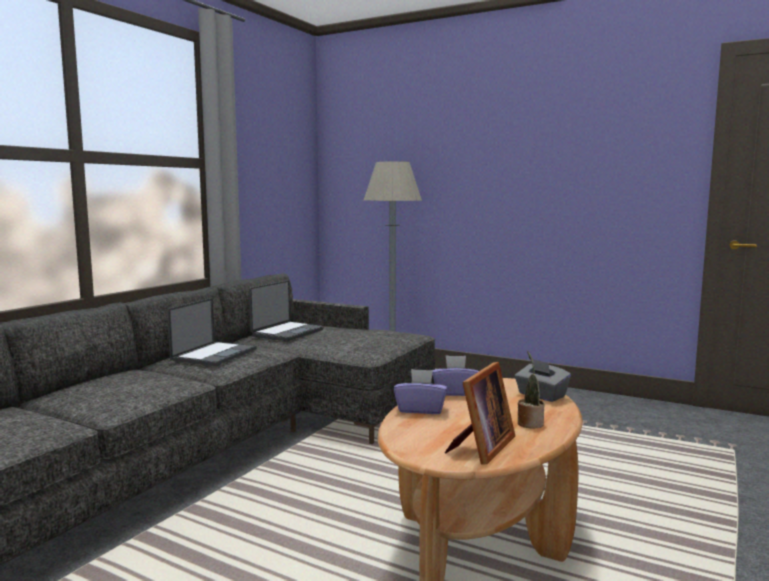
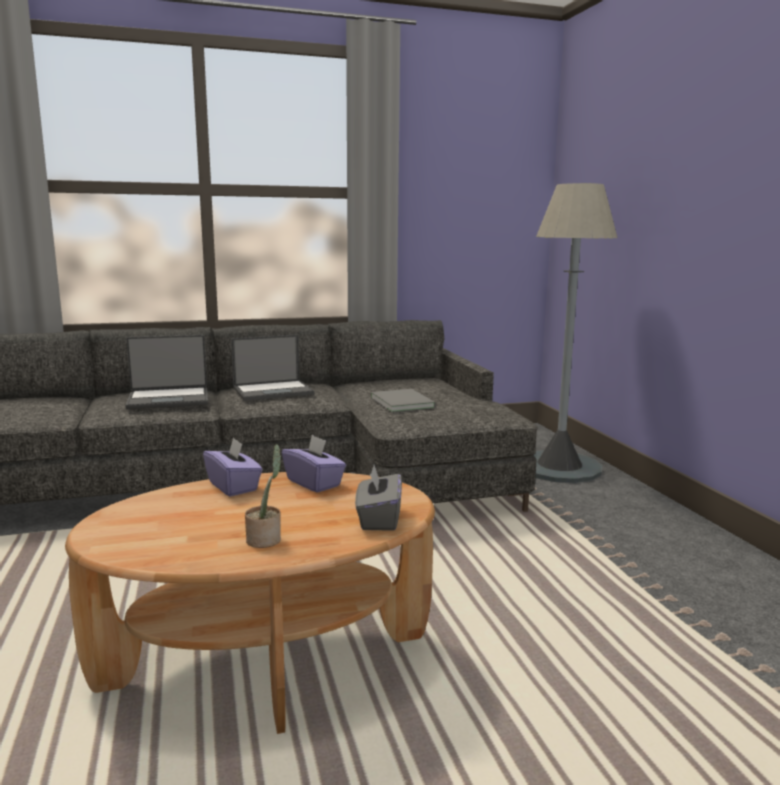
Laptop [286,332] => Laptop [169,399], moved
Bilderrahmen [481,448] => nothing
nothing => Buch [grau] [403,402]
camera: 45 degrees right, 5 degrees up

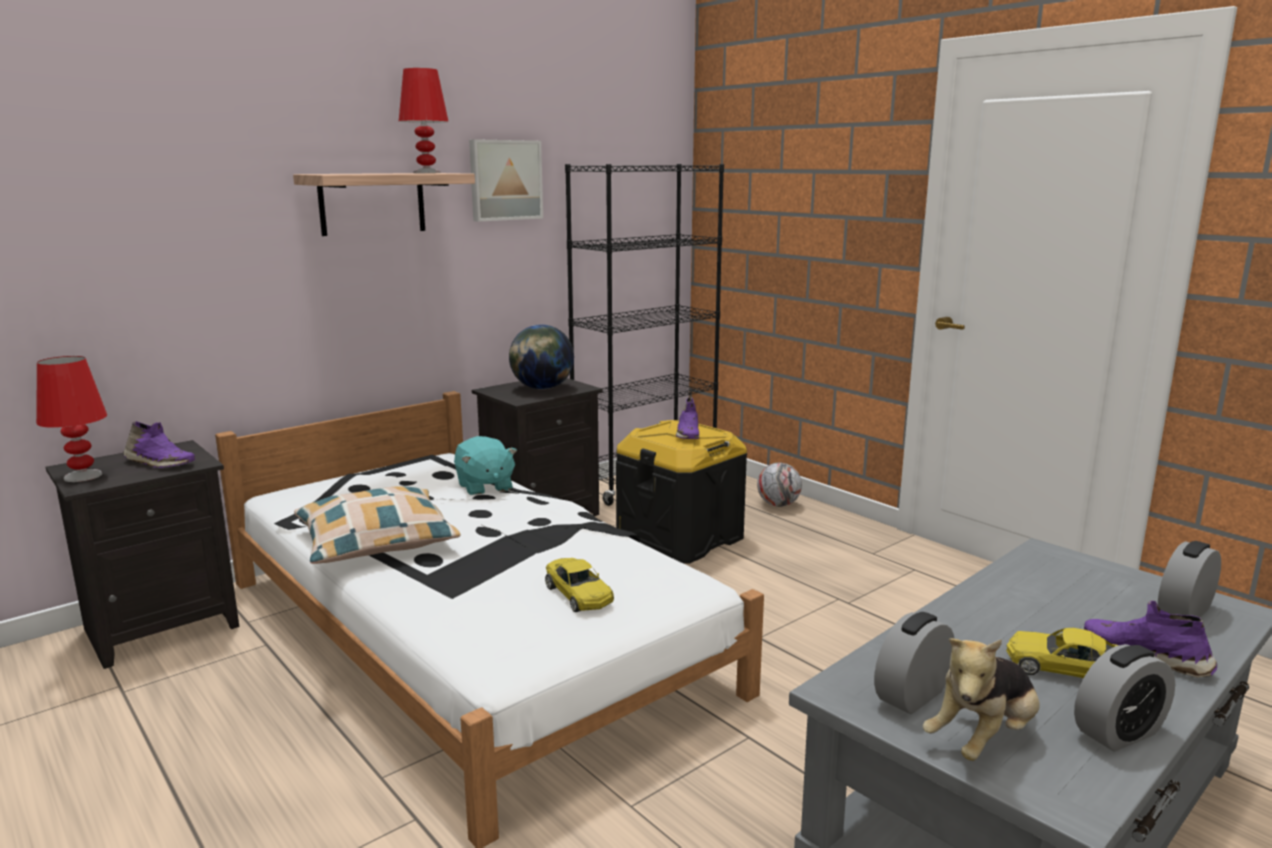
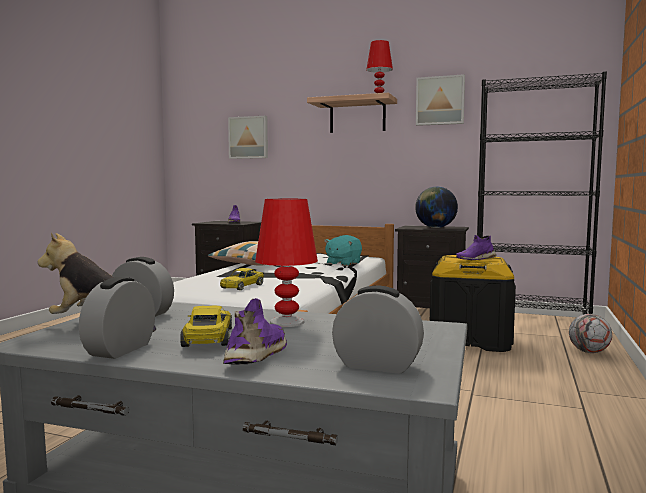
Tischlampe [rot] [82,476] => Tischlampe [rot] [286,322], moved
Wecker [1118,733] => Wecker [120,350], 75 degrees clockwise
nothing => Bild [249,137]
camera: 60 degrees right, 10 degrees down

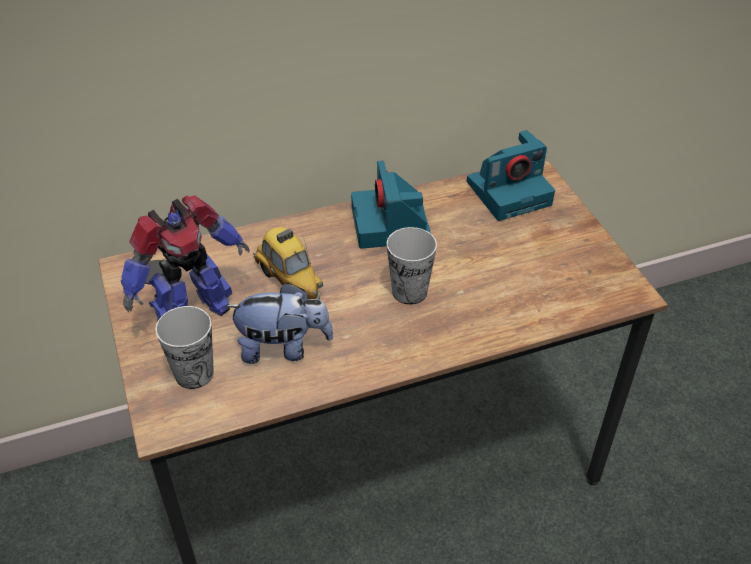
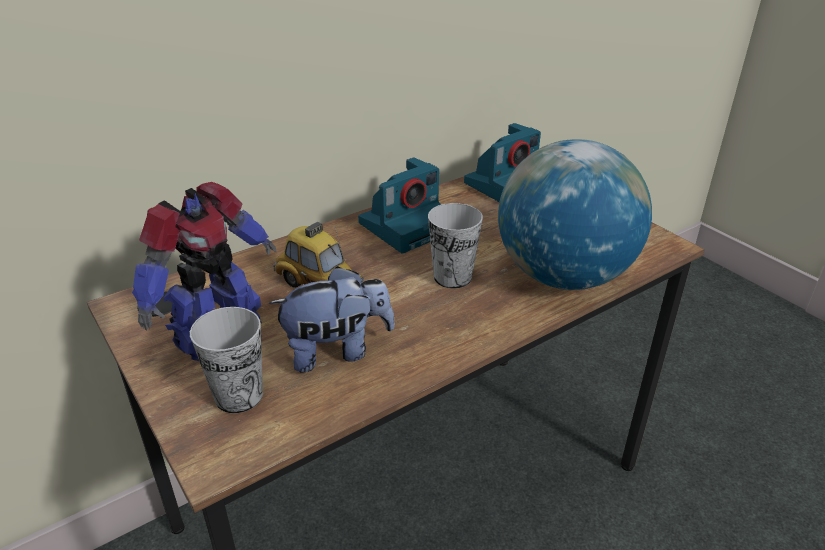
Kamera [391,225] => Kamera [407,226], 105 degrees counterclockwise
nothing => Globus [563,276]
camera: 15 degrees left, 10 degrees down

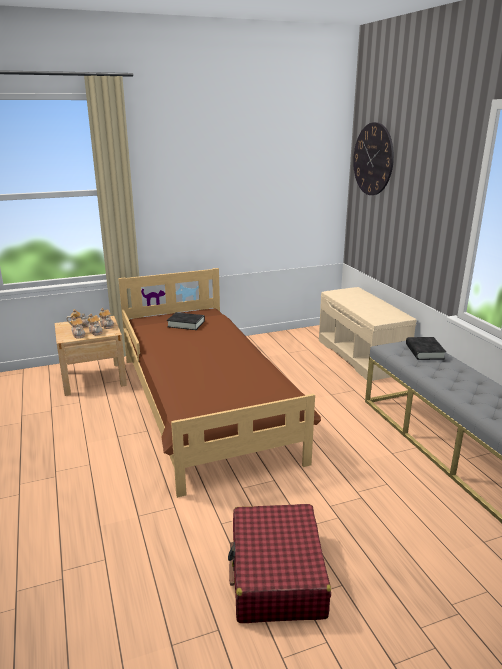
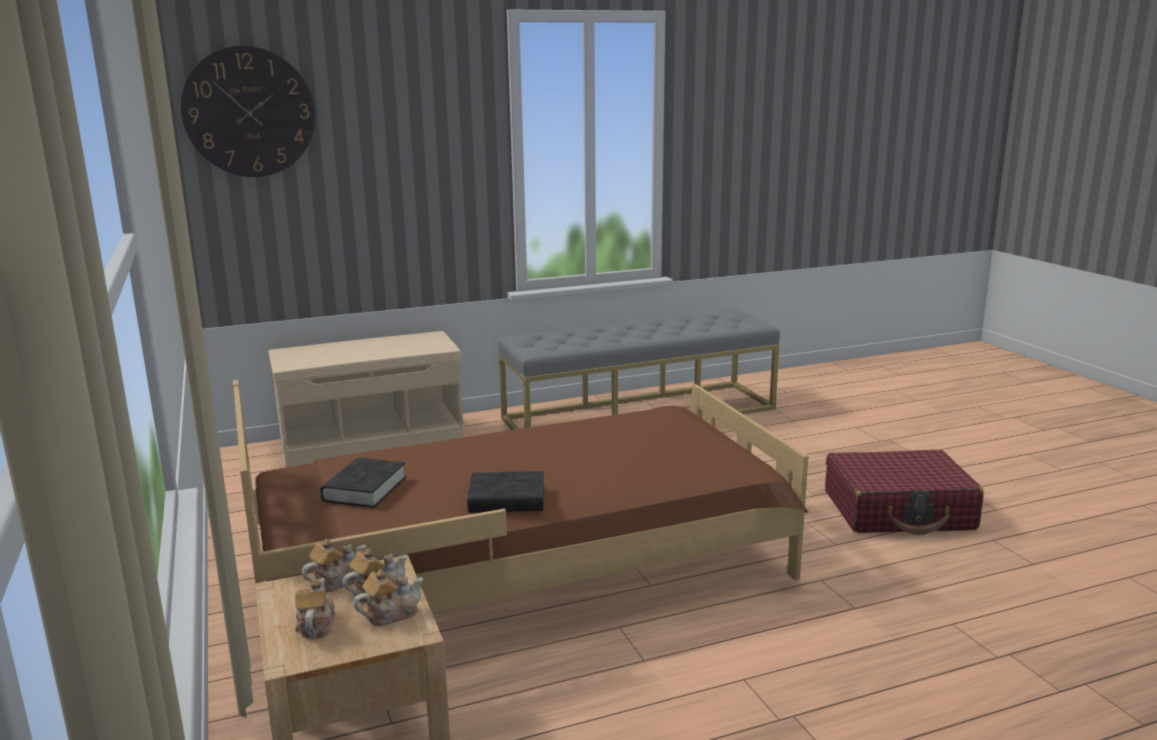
Buch [schwarz] [424,352] => Buch [schwarz] [507,500], moved
camera: 90 degrees left, 5 degrees down

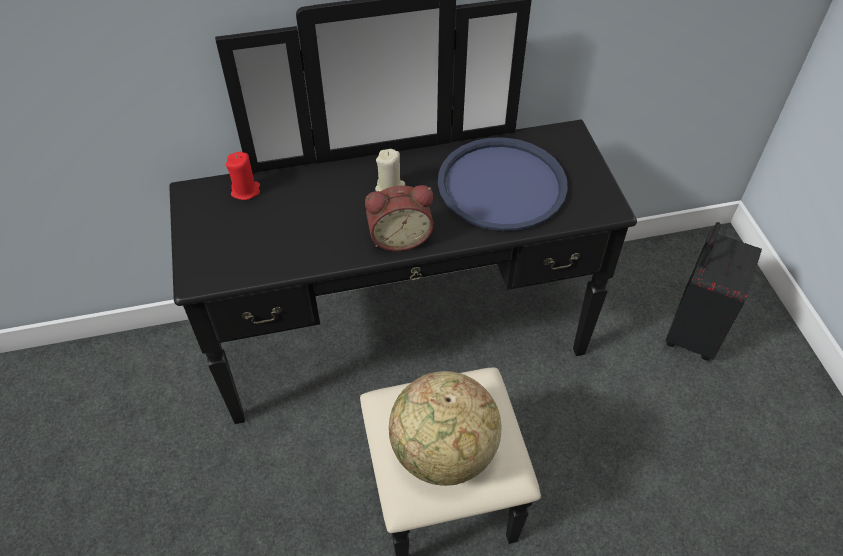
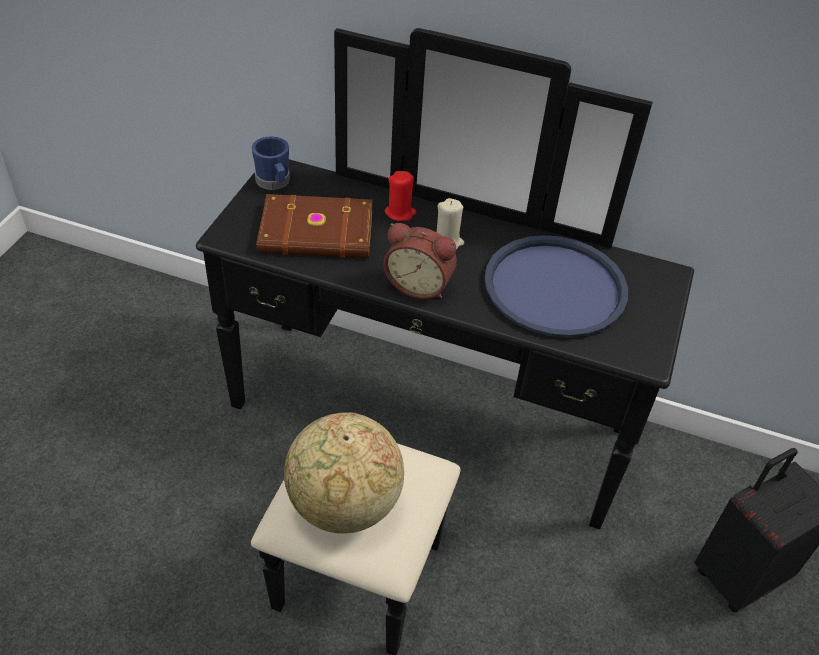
Kerze [rot] [246,191] => Kerze [rot] [400,213], moved
nothing => Henkelbecher [blau] [274,182]
nothing => Buch [braun] [317,233]
camera: 30 degrees right, 5 degrees down

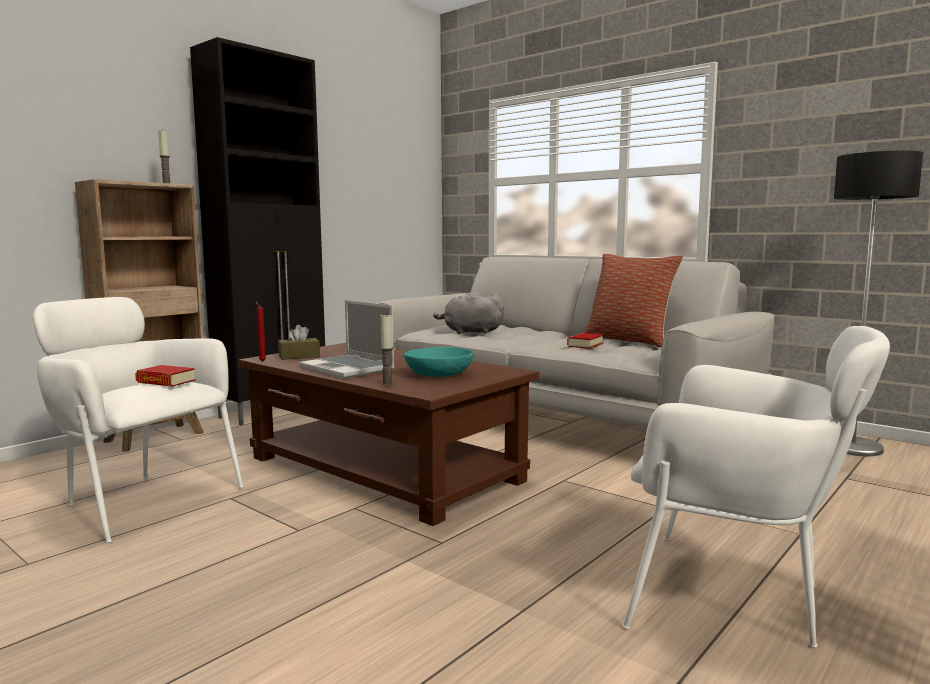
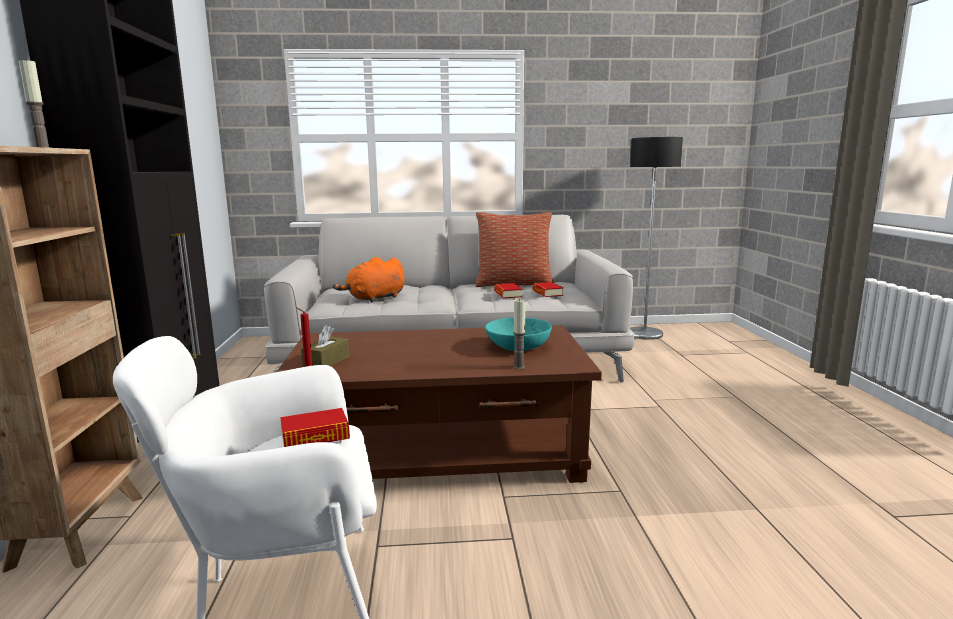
Plüschtier [grau] [470,332] => Plüschtier [orange] [374,298]
Laptop [348,368] => nothing
Sessel [weiß] [736,598] => nothing
nothing => Buch [547,293]
camera: 45 degrees left, 5 degrees up

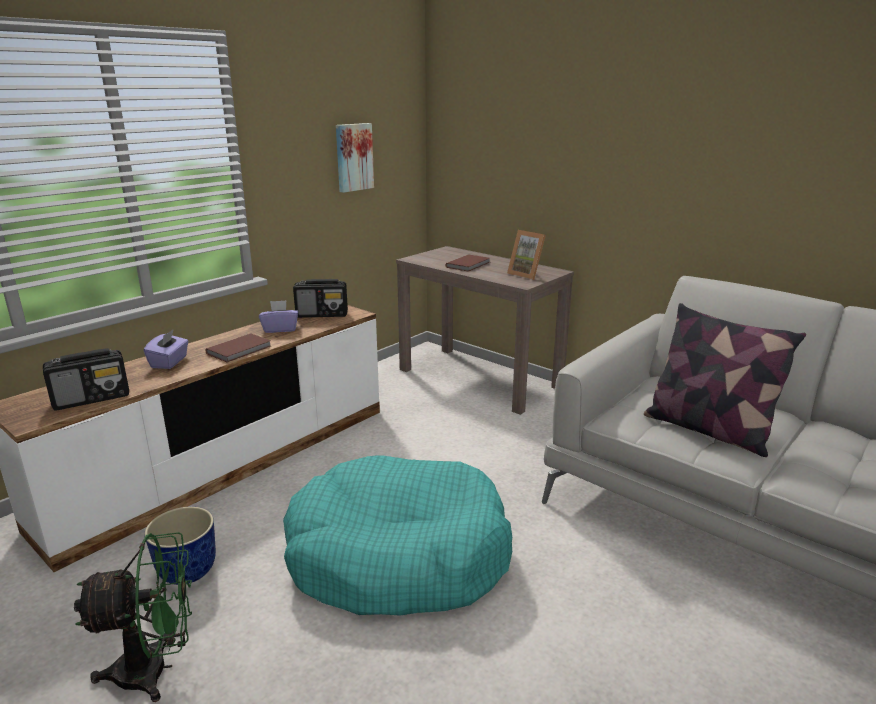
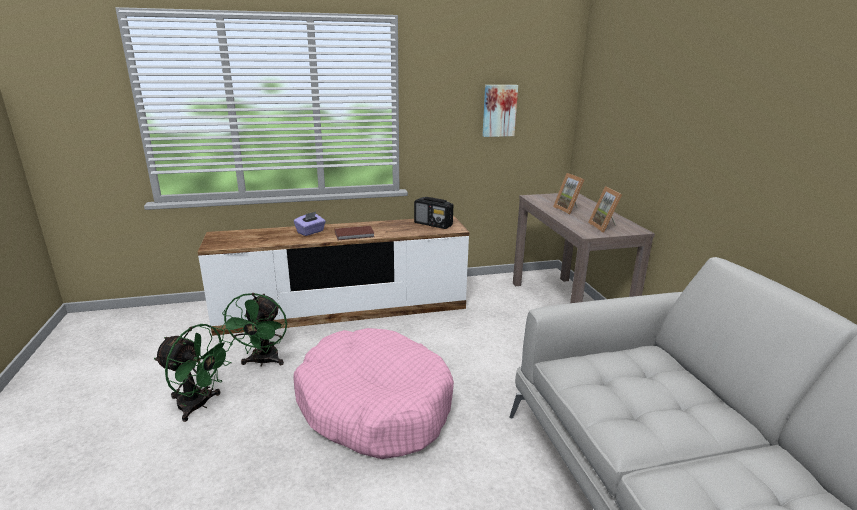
Buch [braun] [469,265] => Bilderrahmen [569,210]
Taschentuchbox [lila] [280,329] => nothing
Kissen [708,429] => nothing
Radio [92,399] => nothing
Hundebett [türkis] [398,555] => Hundebett [rosa] [374,406]
Pflanzkübel [188,571] => Ventilator [grün] [263,362]
camera: 35 degrees right, 0 degrees up

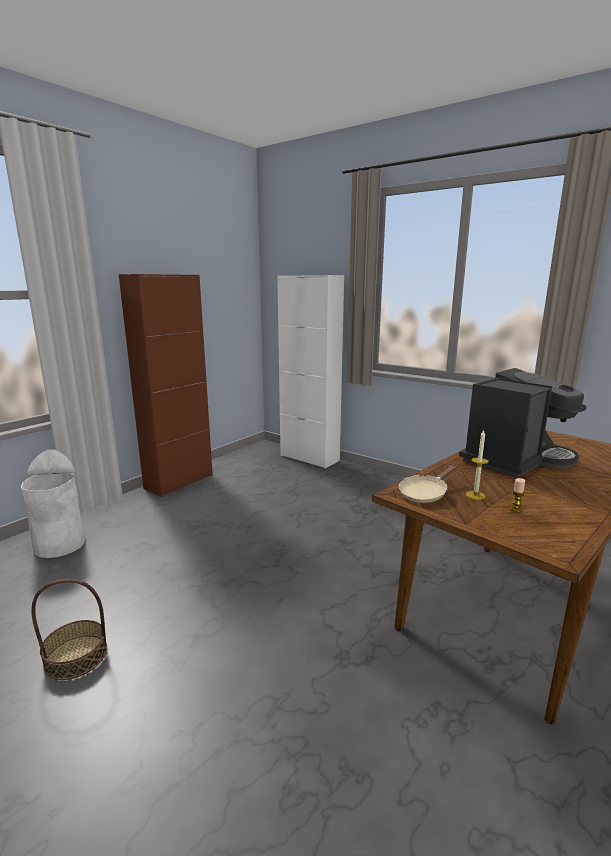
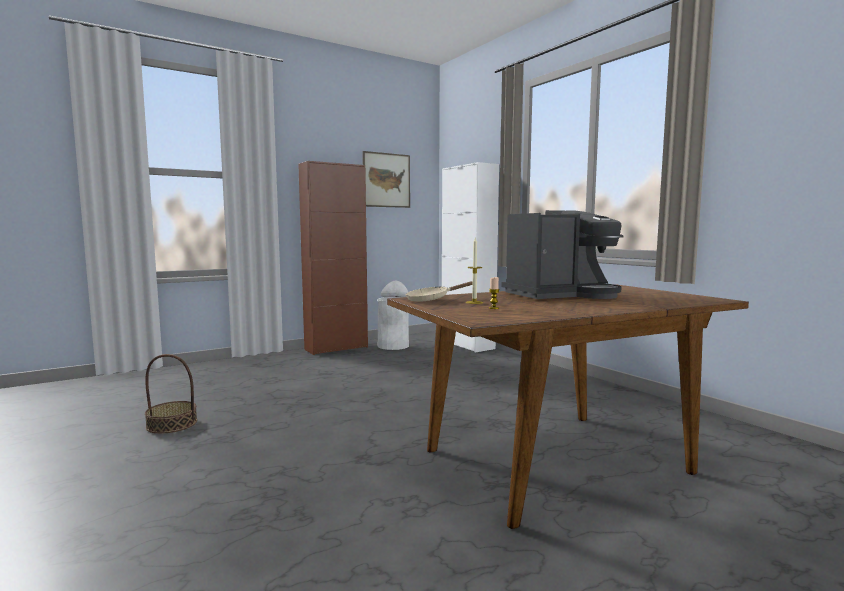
Mülleimer [weiß] [60,544] => Mülleimer [weiß] [393,346], moved
nothing => Bild [386,180]
camera: 20 degrees right, 10 degrees down

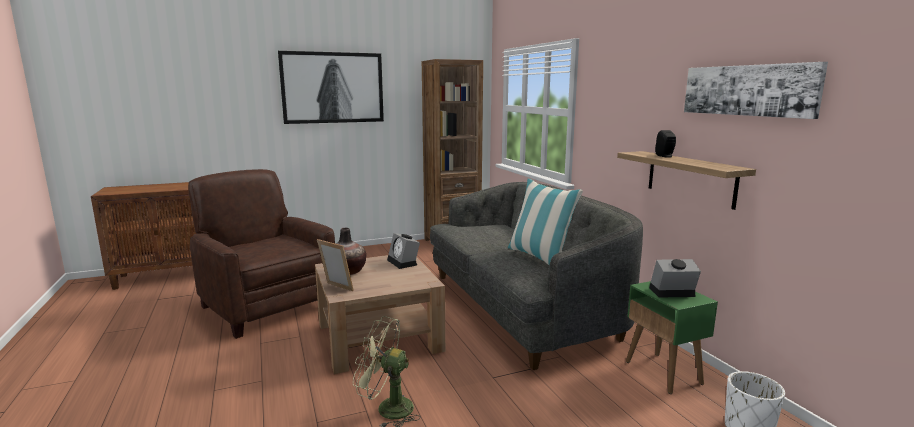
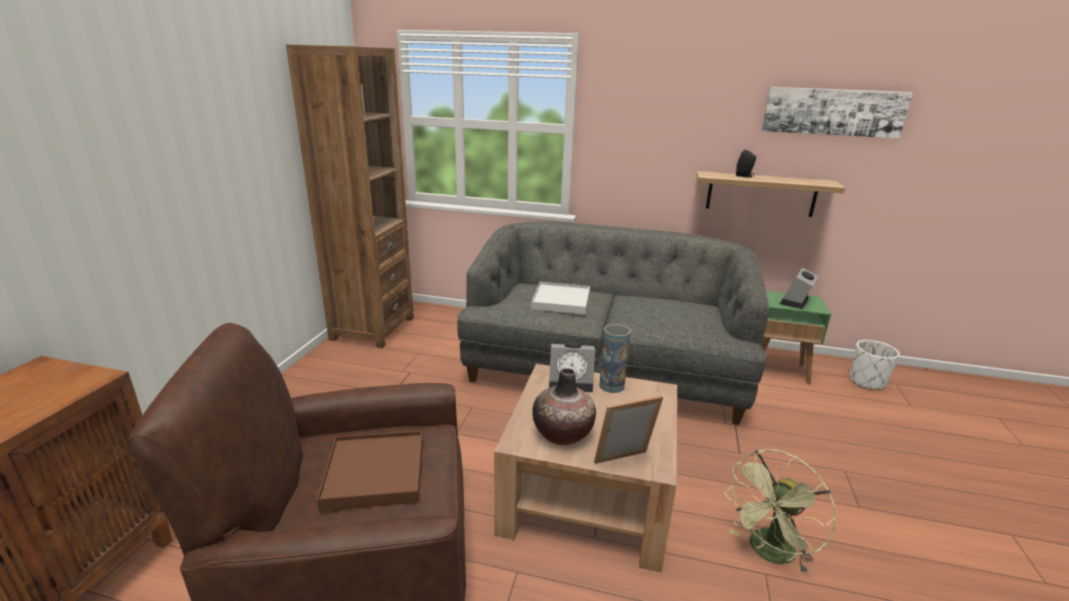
Bild [333,87] => nothing
Kissen [540,257] => nothing
nothing => Tablett [weiß] [561,301]
nothing => Vase [611,386]
nothing => Tablett [braun] [375,473]
camera: 55 degrees left, 10 degrees up

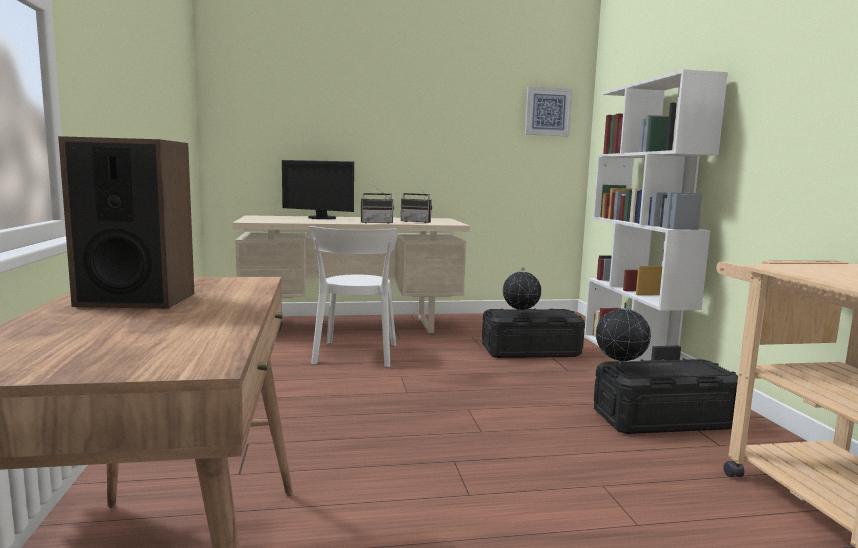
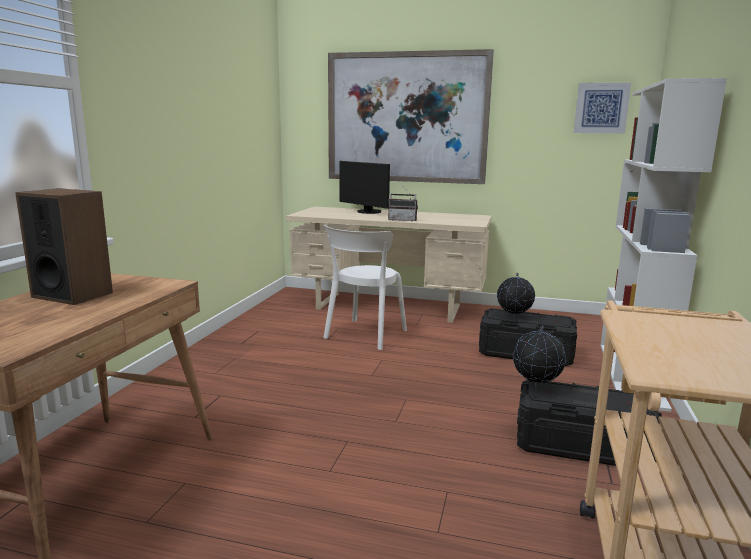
Radio [417,222] => nothing
nothing => Bild [407,118]
camera: 25 degrees right, 5 degrees up

